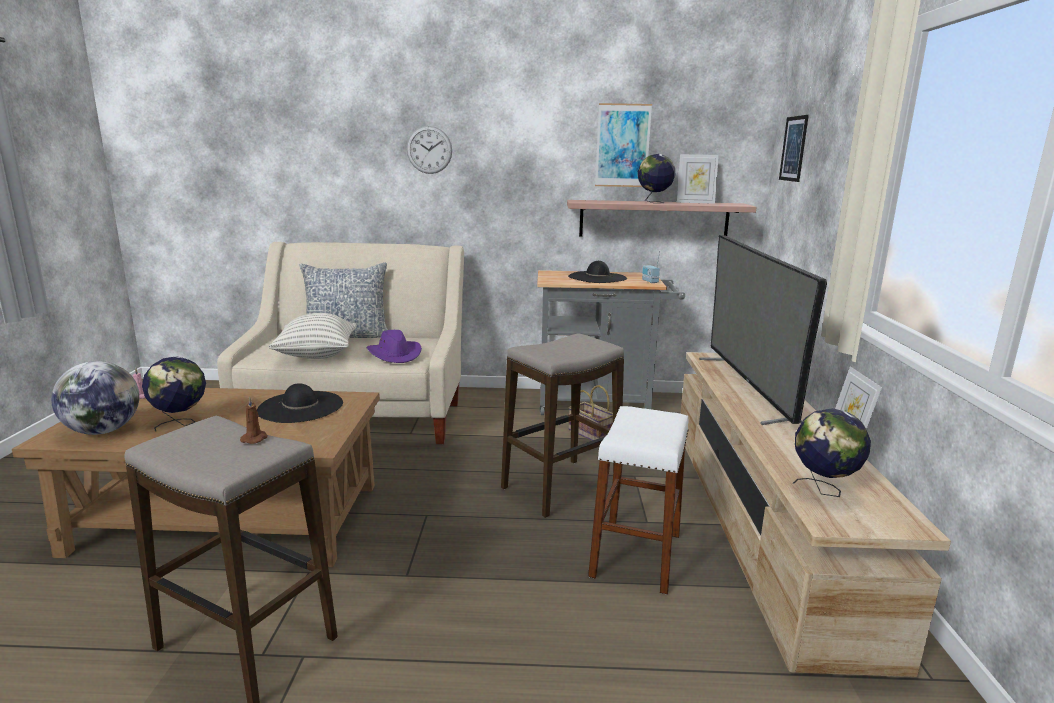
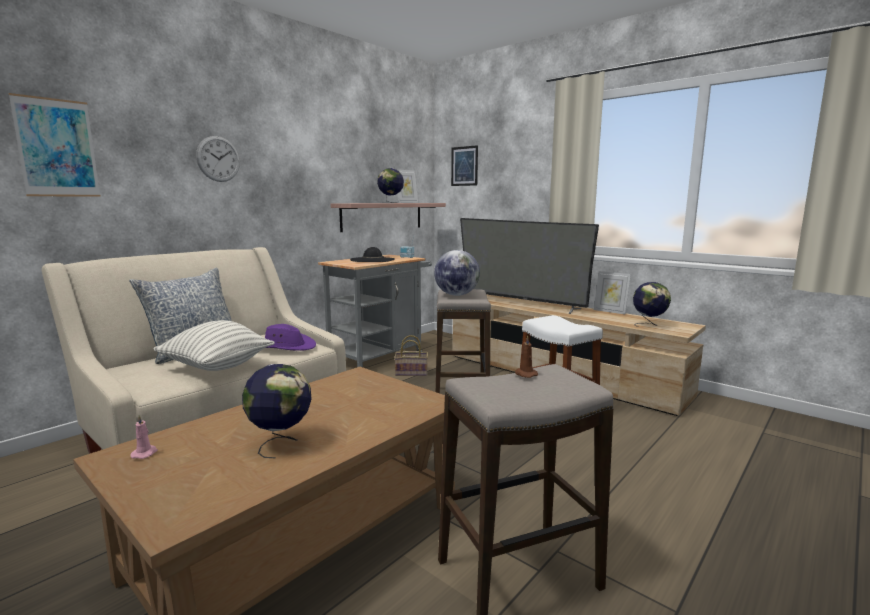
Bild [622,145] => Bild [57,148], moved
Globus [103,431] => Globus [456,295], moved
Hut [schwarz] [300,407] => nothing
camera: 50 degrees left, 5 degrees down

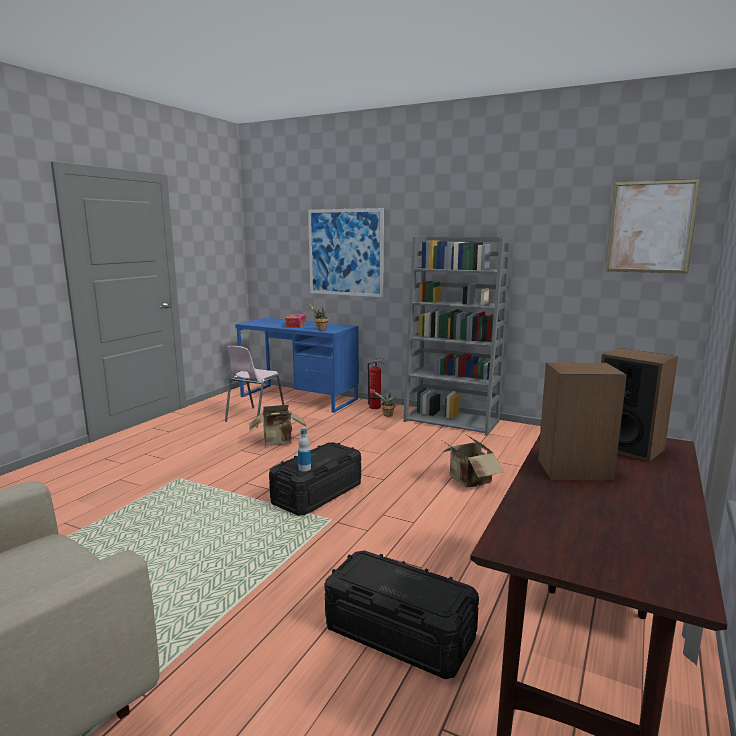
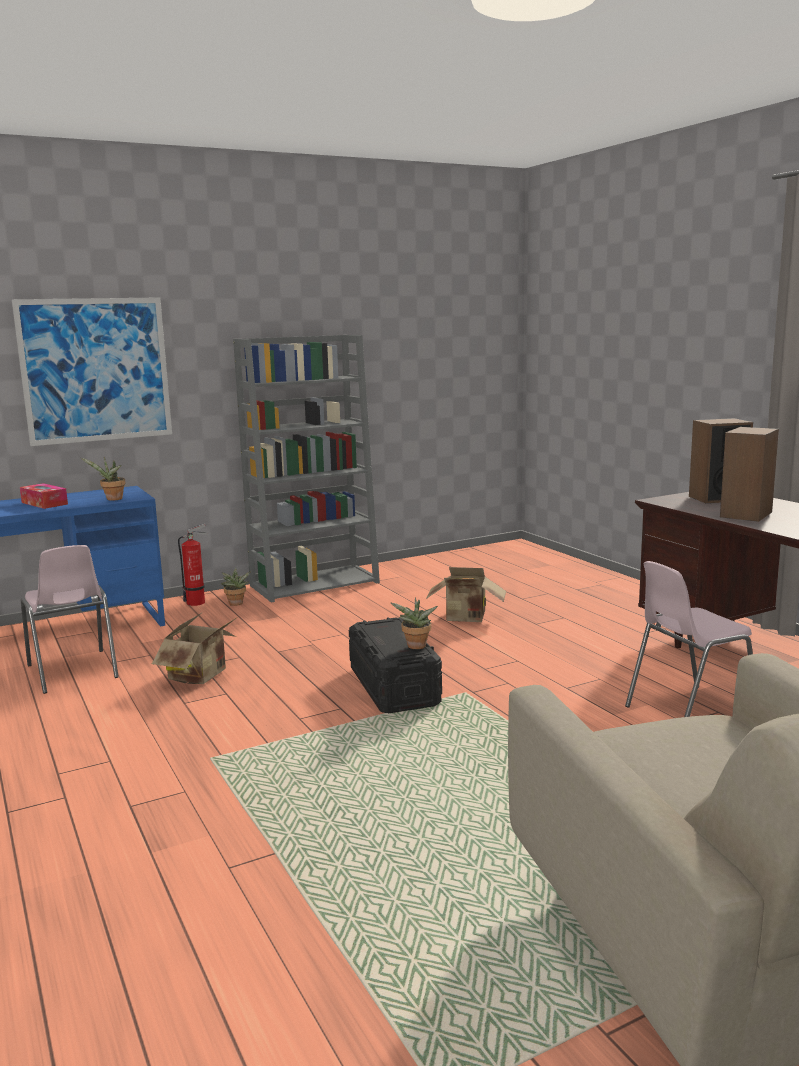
Bild [650,227] => nothing
Flasche [304,468] => Topfpflanze [415,647]
Aufbewahrungsbox [schwarz] [399,633] => Stuhl [rosa] [688,712]
camera: 55 degrees left, 0 degrees up

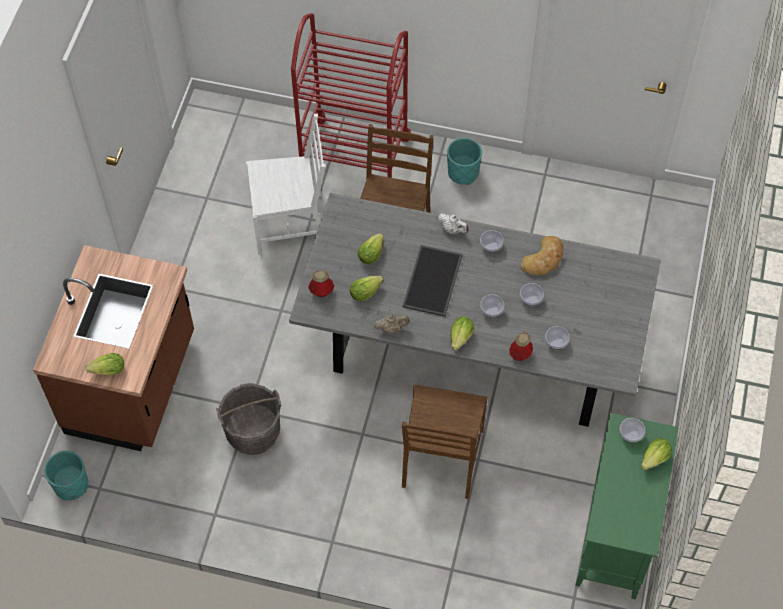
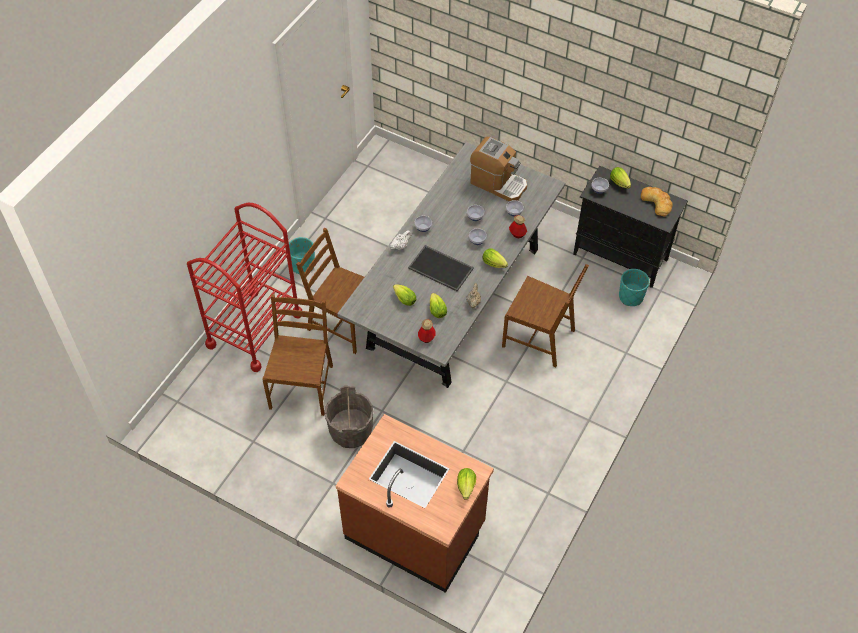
Stuhl [weiß] [291,222] => Stuhl [braun] [302,386]
Brot [544,259] => Brot [657,202], moved
Eimer [grau] [253,432] => Eimer [grau] [351,431], moved
Schrank [grün] [615,535] => Schrank [schwarz] [621,257]
Pflanzkübel [türkis] [71,485] => Pflanzkübel [türkis] [630,297], moved
nothing => Kaffeemaschine [498,183]
camera: 75 degrees left, 5 degrees down

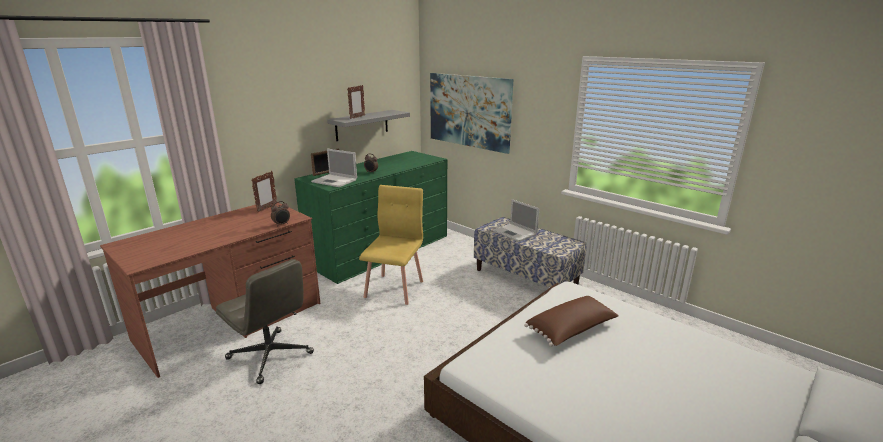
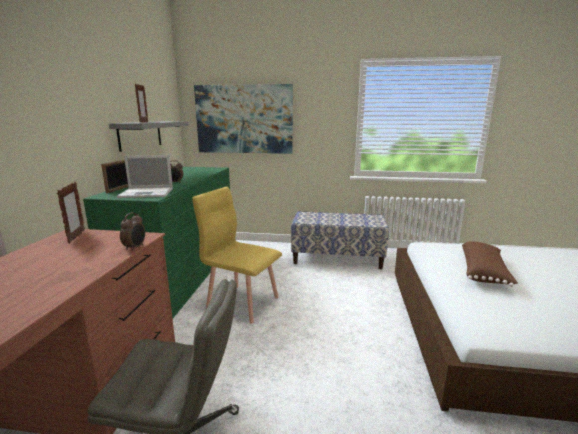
Stuhl [gelb] [395,288] => Stuhl [gelb] [242,302], 45 degrees counterclockwise
Laptop [515,233] => nothing
camera: 35 degrees left, 5 degrees down

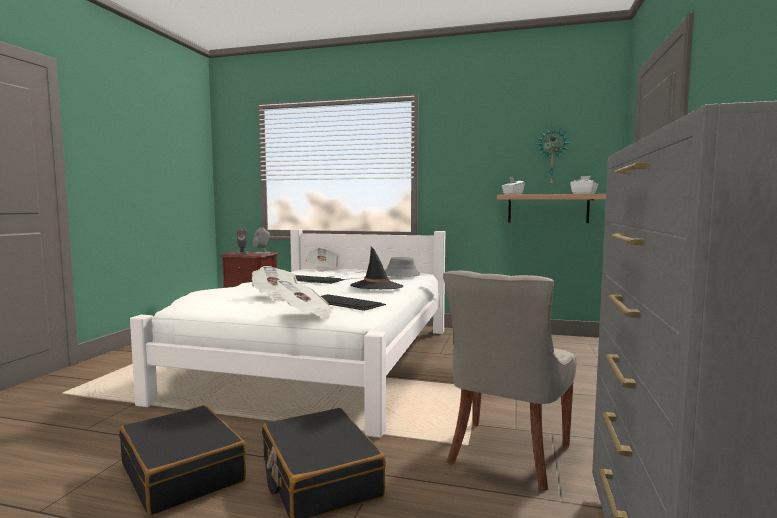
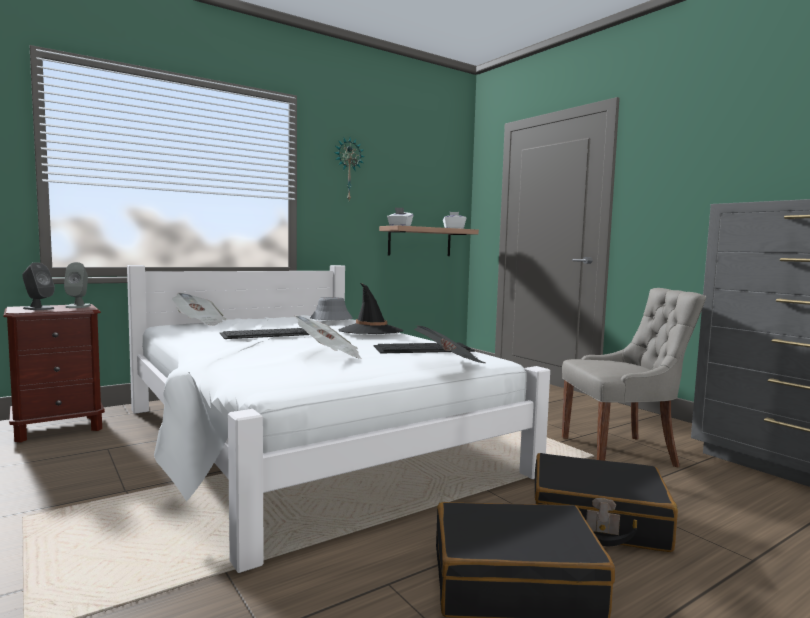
Wanduhr [552,157] => Wanduhr [348,169], moved
Stuhl [grau] [506,455] => Stuhl [grau] [621,452], 75 degrees counterclockwise
camera: 50 degrees left, 0 degrees up

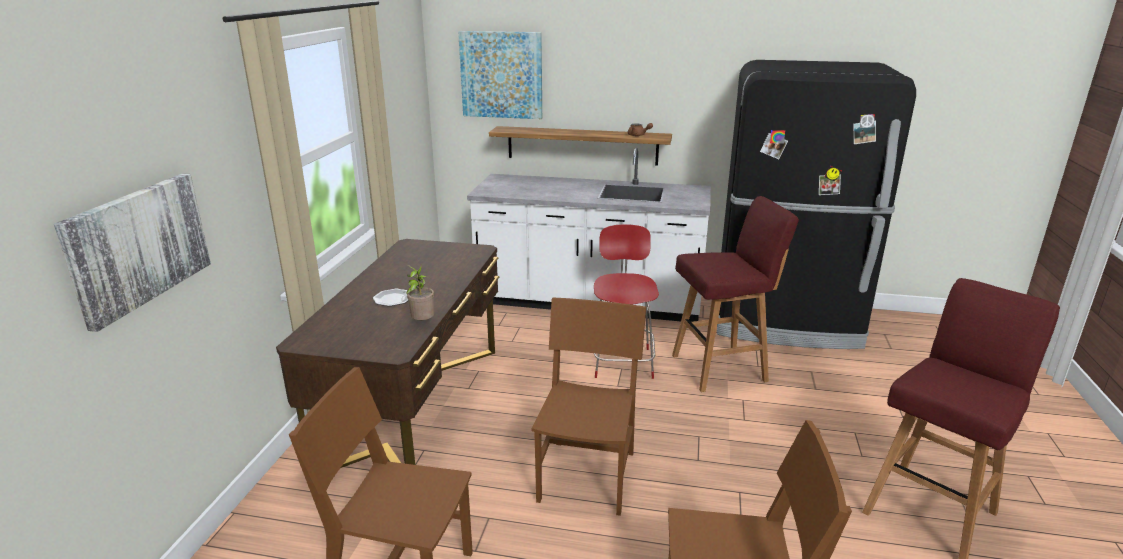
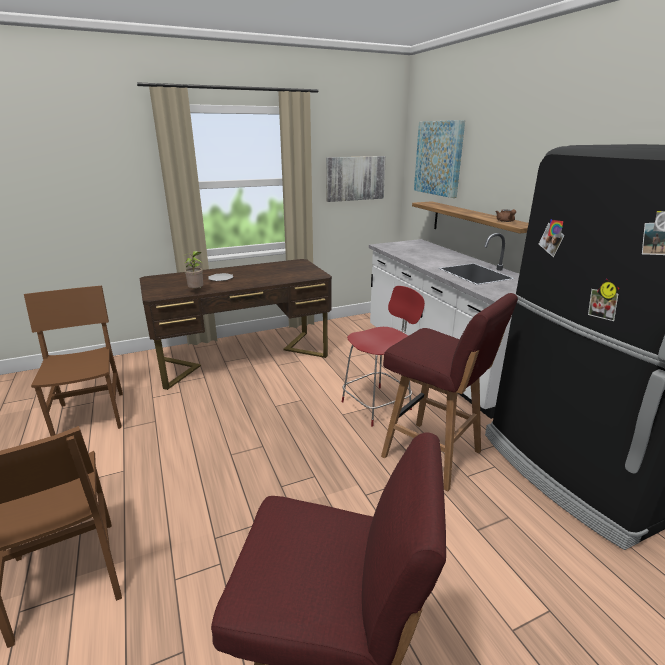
Bild [138,246] => Bild [355,178], moved
Stuhl [braun] [587,476] => nothing
camera: 55 degrees right, 0 degrees up

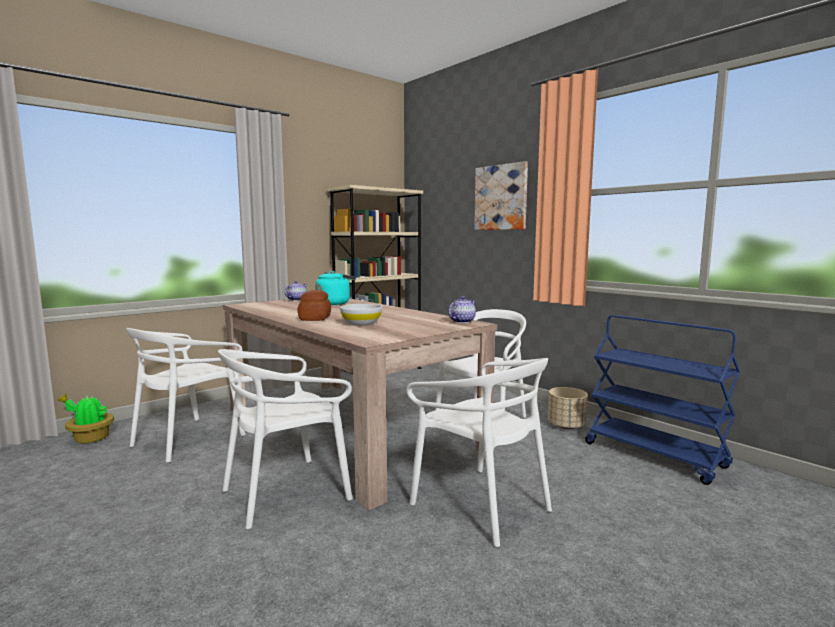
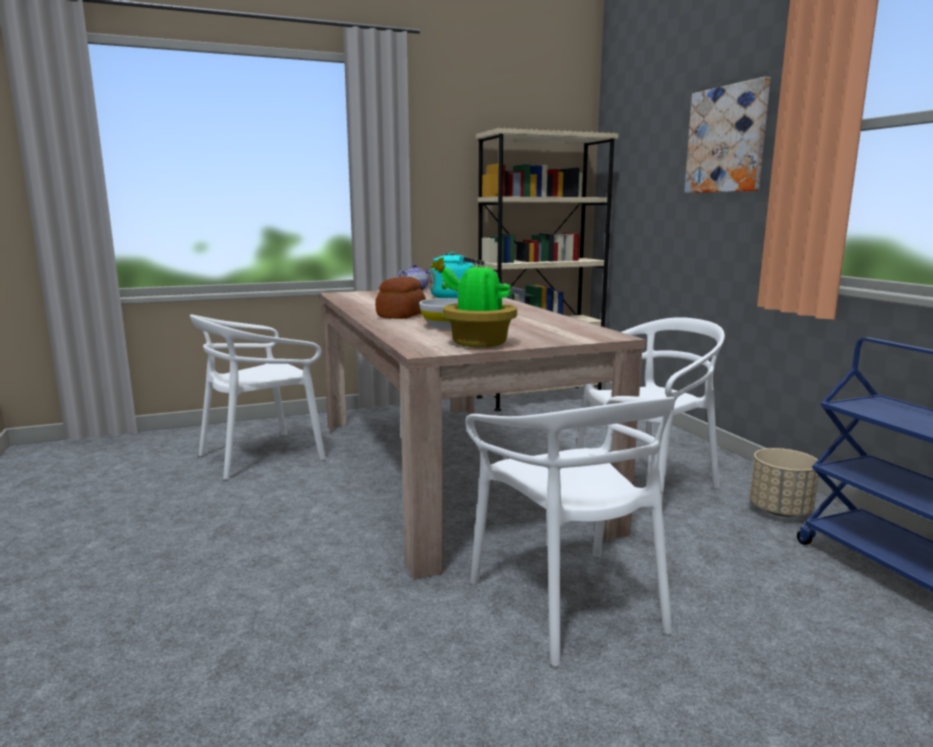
Teekanne [461,321] => nothing
Stuhl [weiß] [286,492] => nothing
Topfpflanze [90,438] => Topfpflanze [476,343], moved
camera: 20 degrees right, 5 degrees up

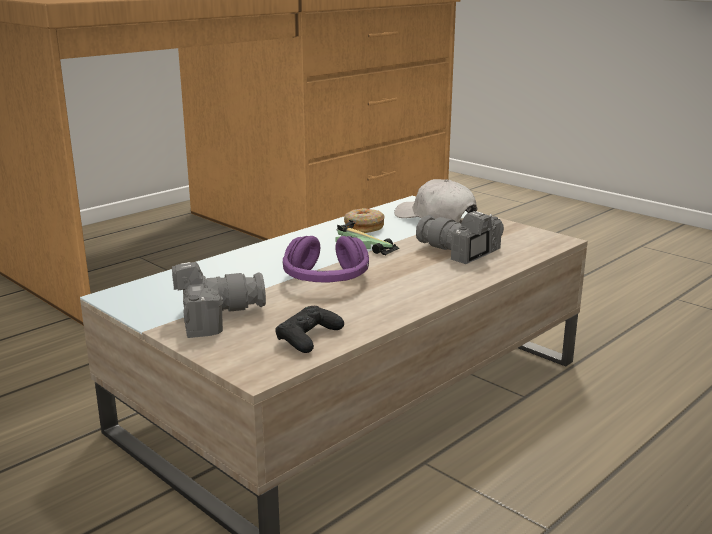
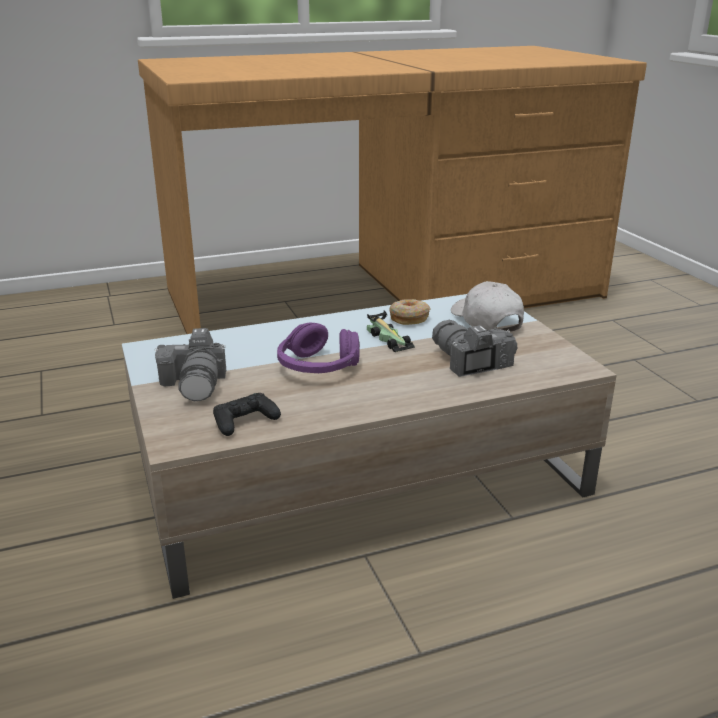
Kamera [215,316] => Kamera [196,383], 75 degrees clockwise
camera: 25 degrees right, 5 degrees up

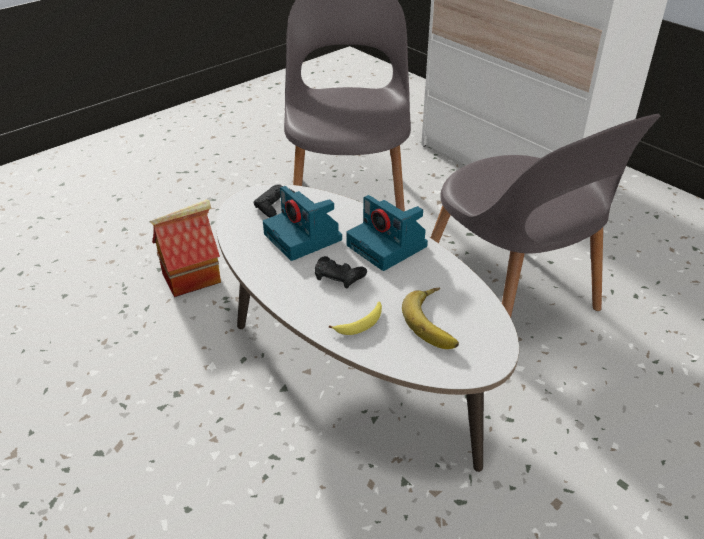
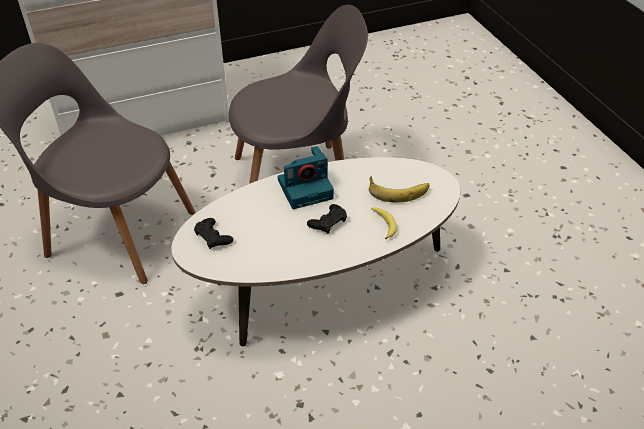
Kamera [304,237] => nothing
Spielzeughaus [192,277] => nothing
camera: 70 degrees left, 5 degrees up

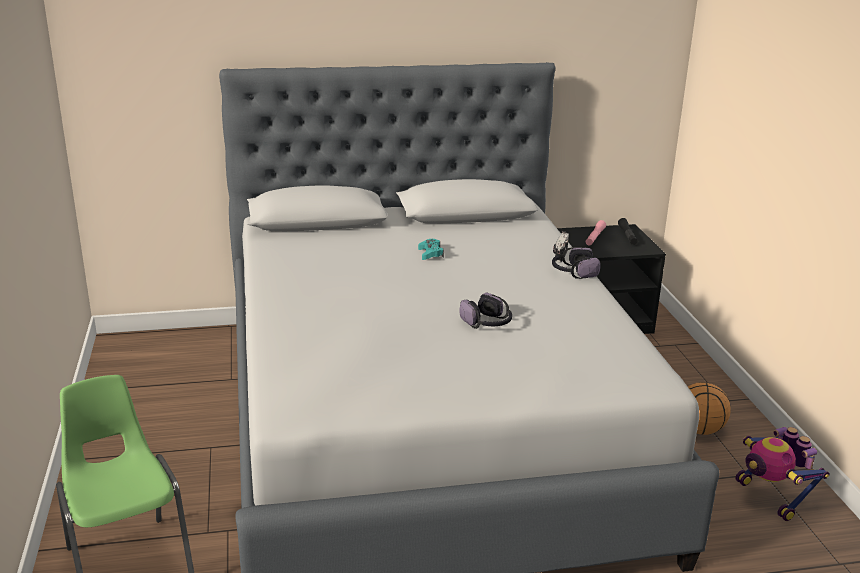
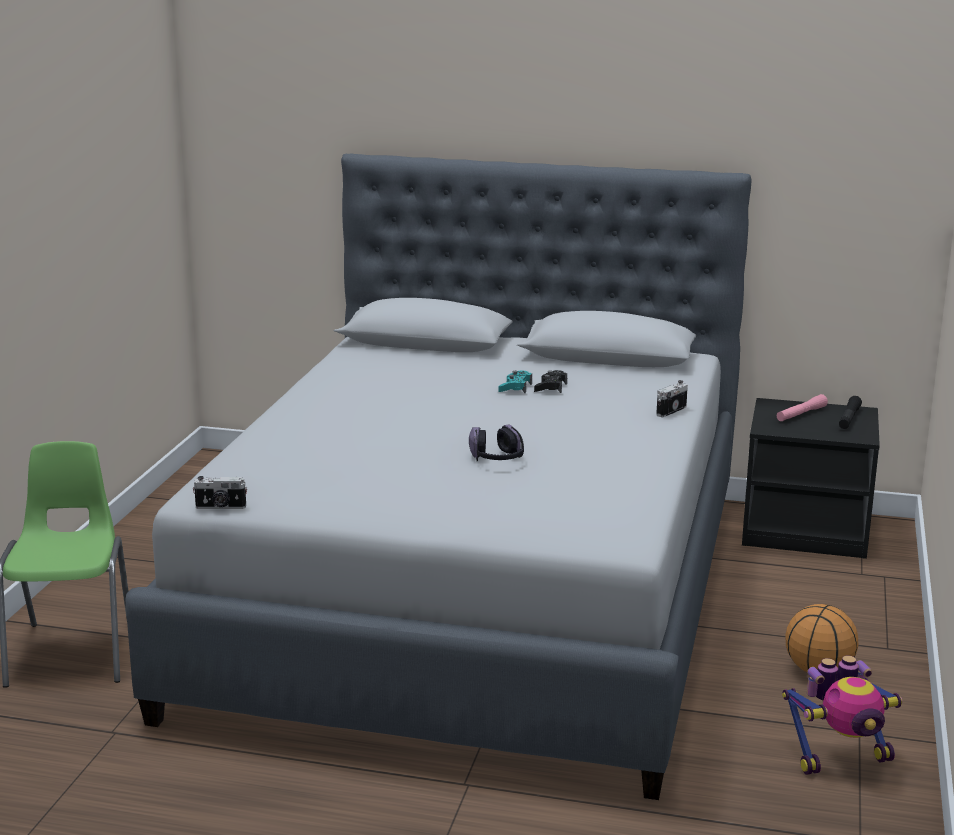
Kopfhörer [573,272] => nothing
Spielzeugroboter [771,498] => Spielzeugroboter [840,758], 105 degrees counterclockwise
nothing => Gamepad [schwarz] [550,387]
nothing => Kamera [220,507]
camera: 25 degrees right, 5 degrees down

